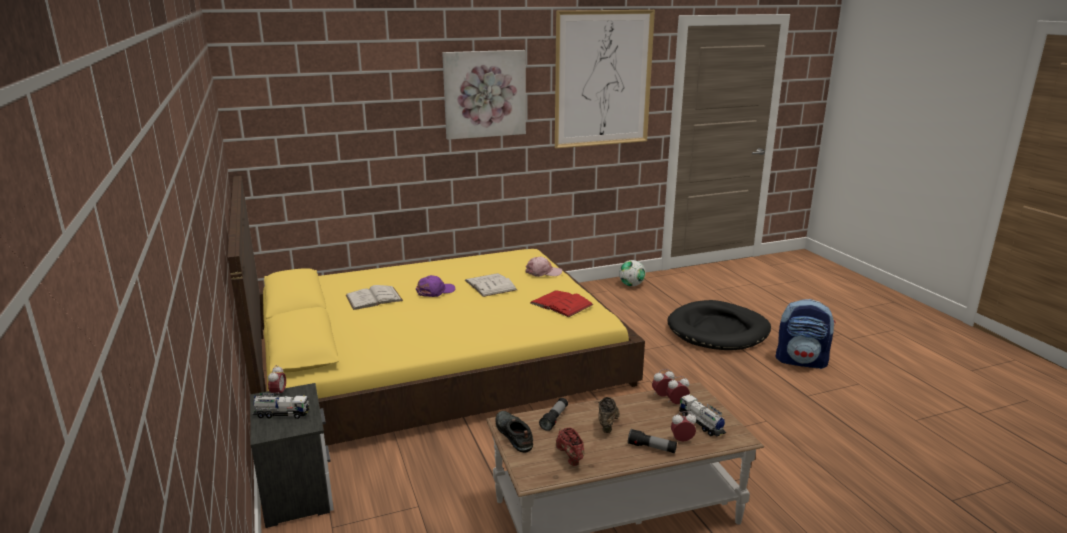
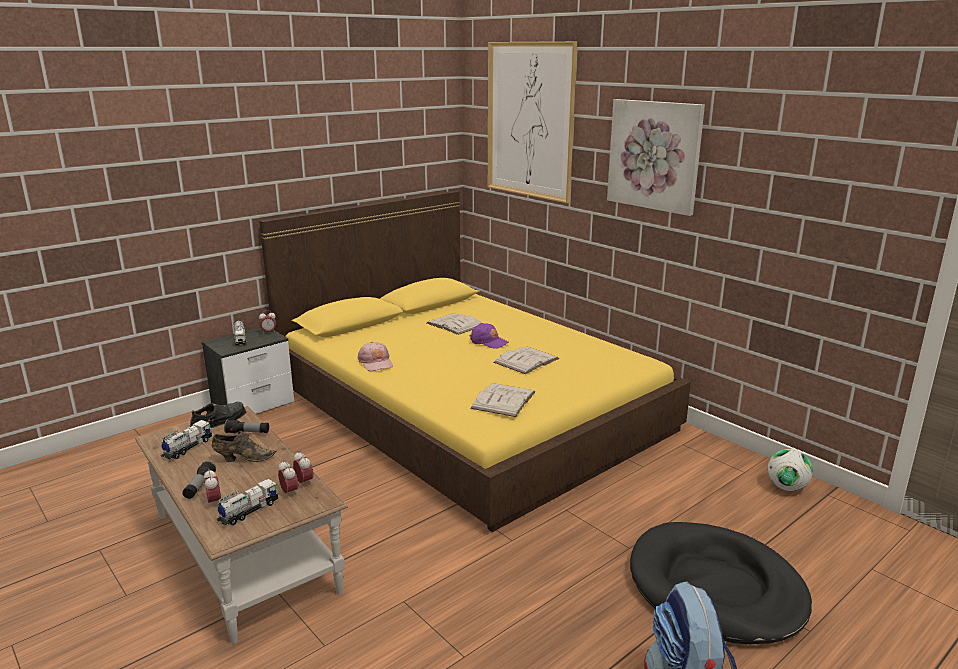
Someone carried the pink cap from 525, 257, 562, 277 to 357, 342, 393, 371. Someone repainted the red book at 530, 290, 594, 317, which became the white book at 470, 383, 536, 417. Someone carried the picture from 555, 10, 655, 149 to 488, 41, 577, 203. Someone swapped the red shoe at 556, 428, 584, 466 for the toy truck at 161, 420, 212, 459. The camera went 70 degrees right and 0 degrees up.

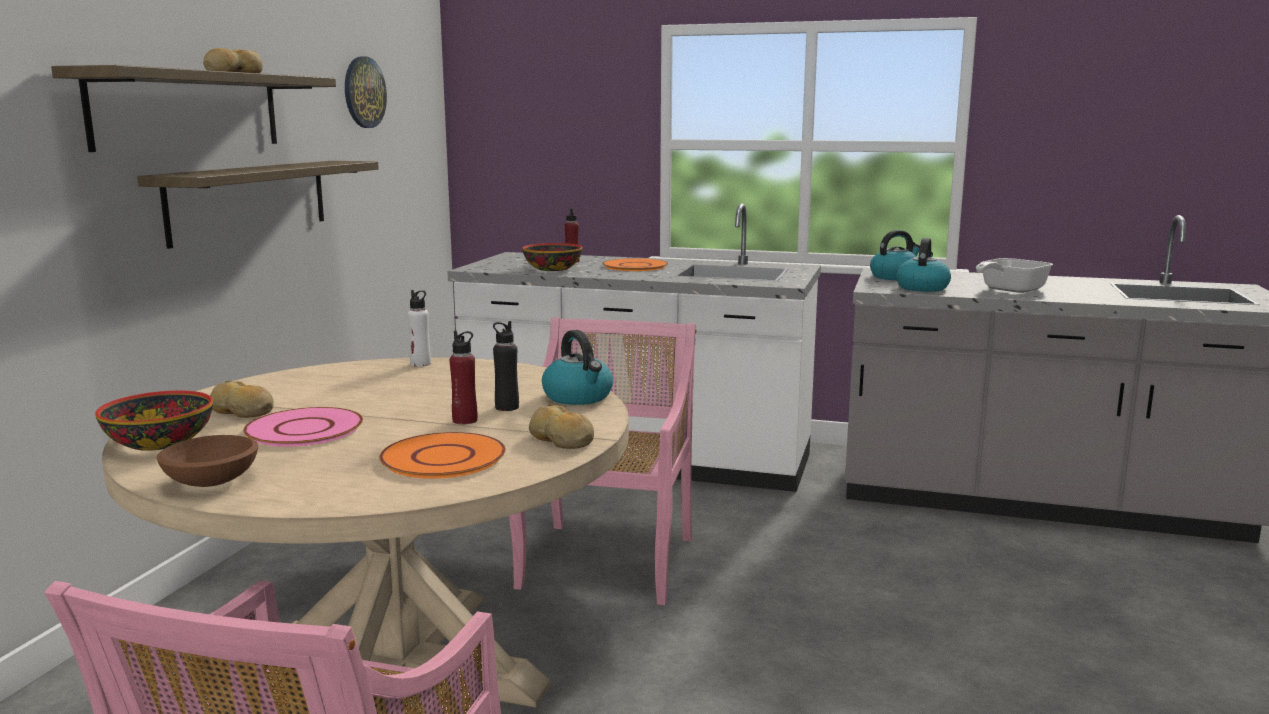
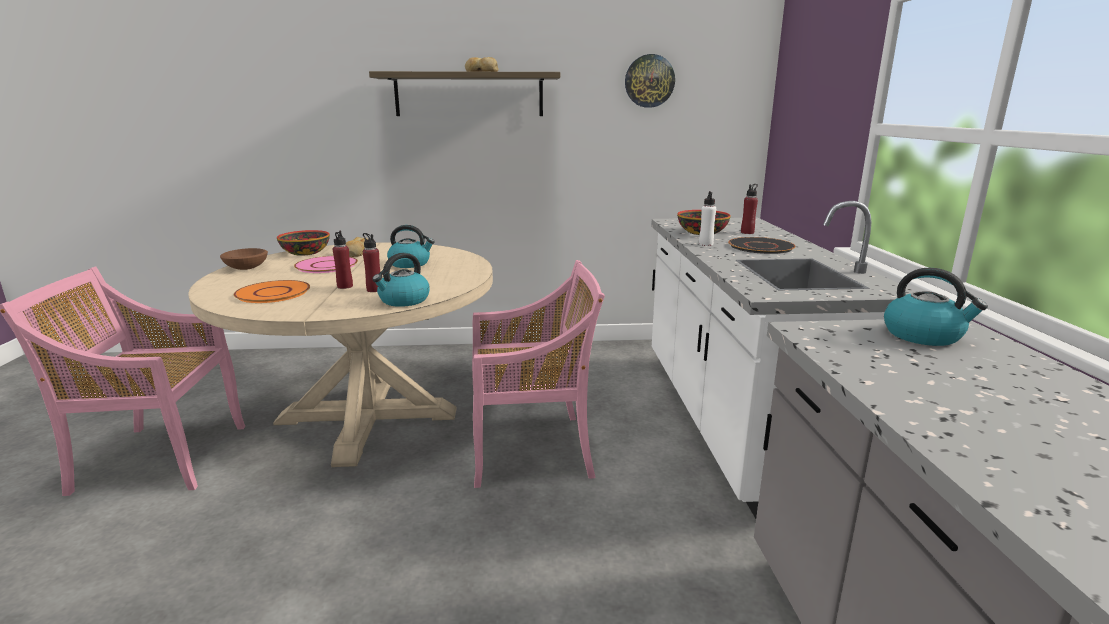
Someone took away the shelf at 137, 161, 379, 249. Someone carried the white bottle from 408, 290, 431, 367 to 699, 191, 716, 246. Someone repainted the black bottle at 493, 321, 519, 411, which became the red bottle at 363, 233, 380, 292. Someone took away the bread at 529, 404, 594, 449. Someone repainted the orange plate at 602, 258, 668, 271, which became the black plate at 728, 237, 796, 254. Someone carried the kettle from 896, 238, 951, 292 to 387, 225, 435, 268. Someone took away the frying pan at 976, 258, 1053, 293. The camera went 70 degrees right and 5 degrees up.

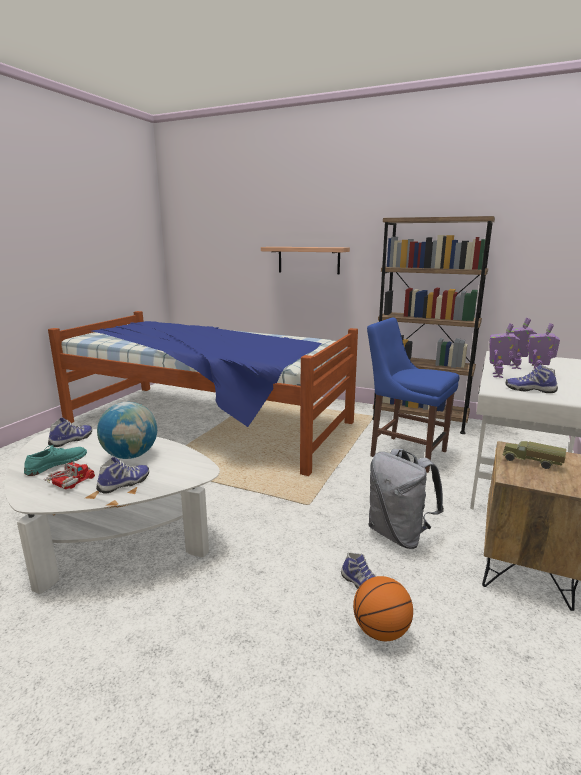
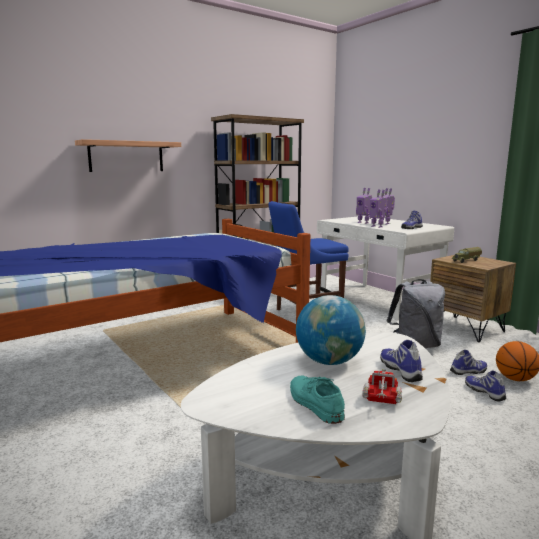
Someone rotated the toy truck at 43, 461, 95, 489 by 45 degrees clockwise. Someone carried the shoe from 48, 418, 92, 447 to 465, 370, 506, 401. The camera went 60 degrees left and 5 degrees down.

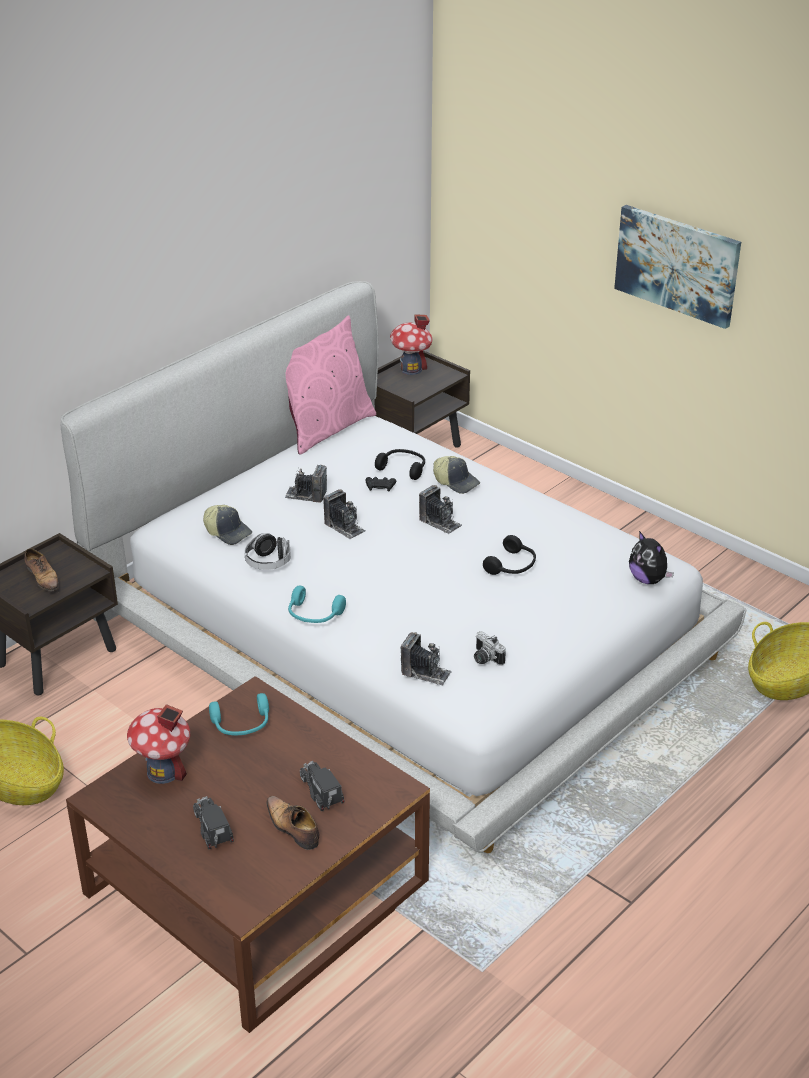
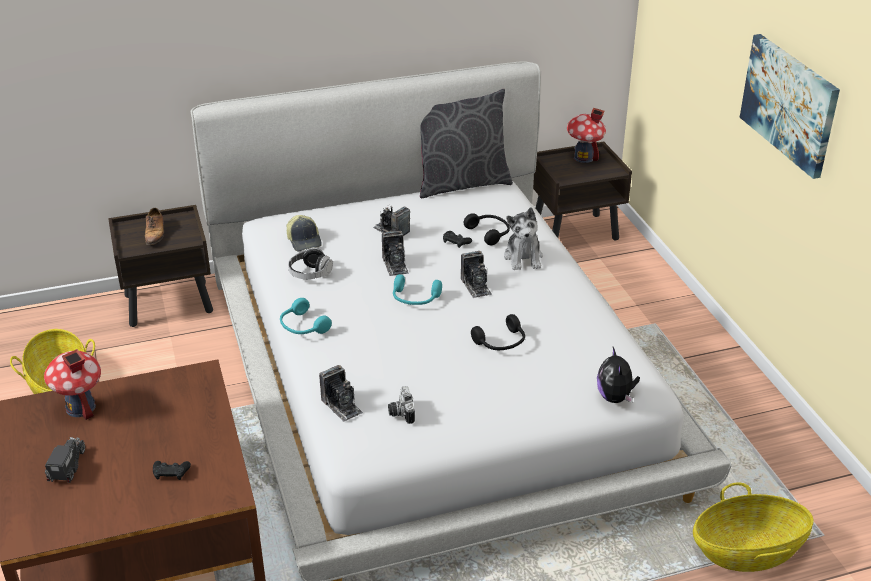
Someone carried the turquoise headphones from 209, 693, 269, 735 to 393, 274, 442, 305. Someone took away the shoe at 266, 796, 319, 850. Someone repainted the pink pillow at 286, 315, 376, 454, which became the grey pillow at 420, 89, 513, 198. Someone swapped the toy truck at 299, 761, 344, 811 for the black game controller at 153, 461, 191, 480. Someone swapped the cap at 433, 456, 480, 494 for the plush toy at 504, 207, 543, 270. The camera went 30 degrees right and 0 degrees up.

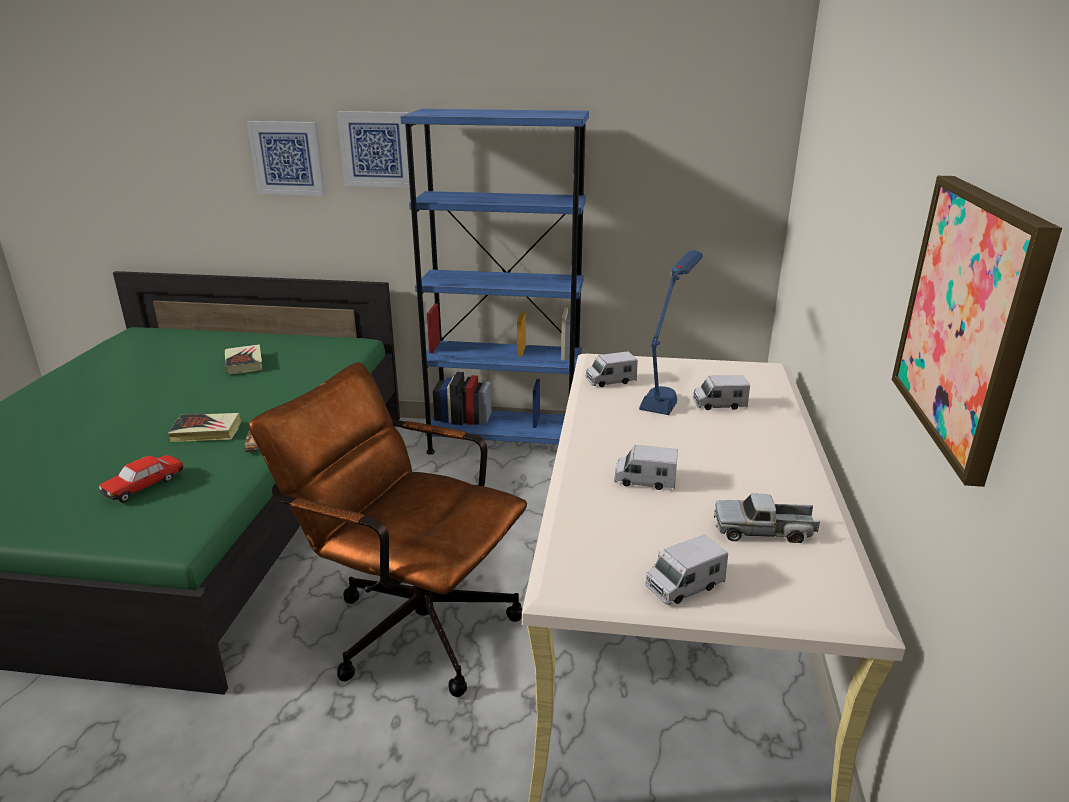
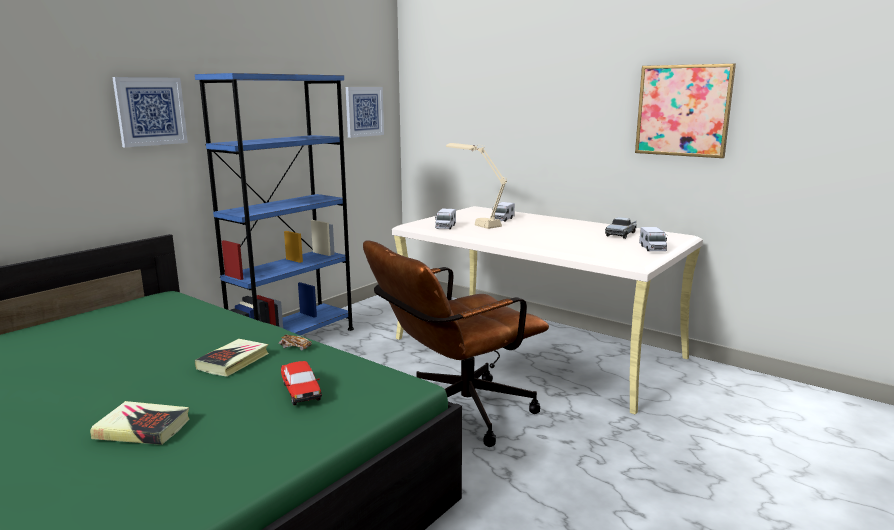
Someone carried the book from 225, 344, 262, 375 to 90, 401, 190, 445. Someone carried the picture from 247, 121, 325, 196 to 346, 87, 384, 138. Someone took away the toy truck at 614, 445, 678, 490. Someone repainted the blue table lamp at 639, 250, 703, 415, which became the beige table lamp at 446, 143, 507, 229. The camera went 60 degrees left and 10 degrees down.

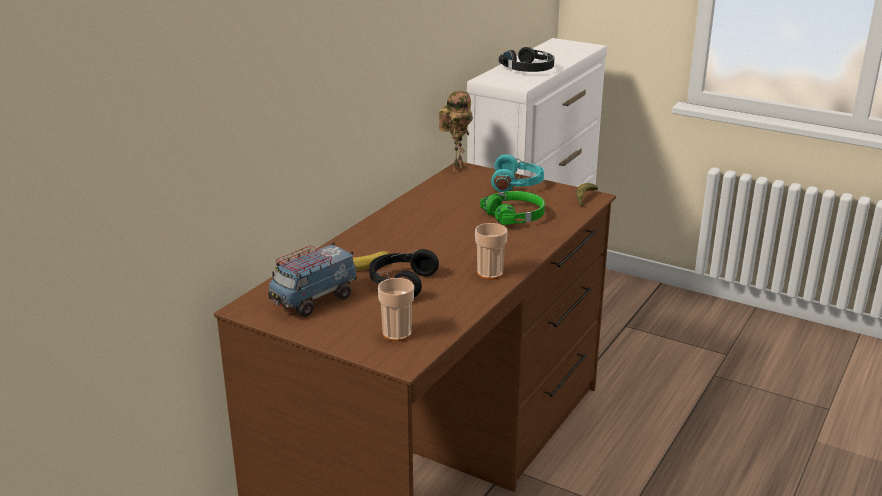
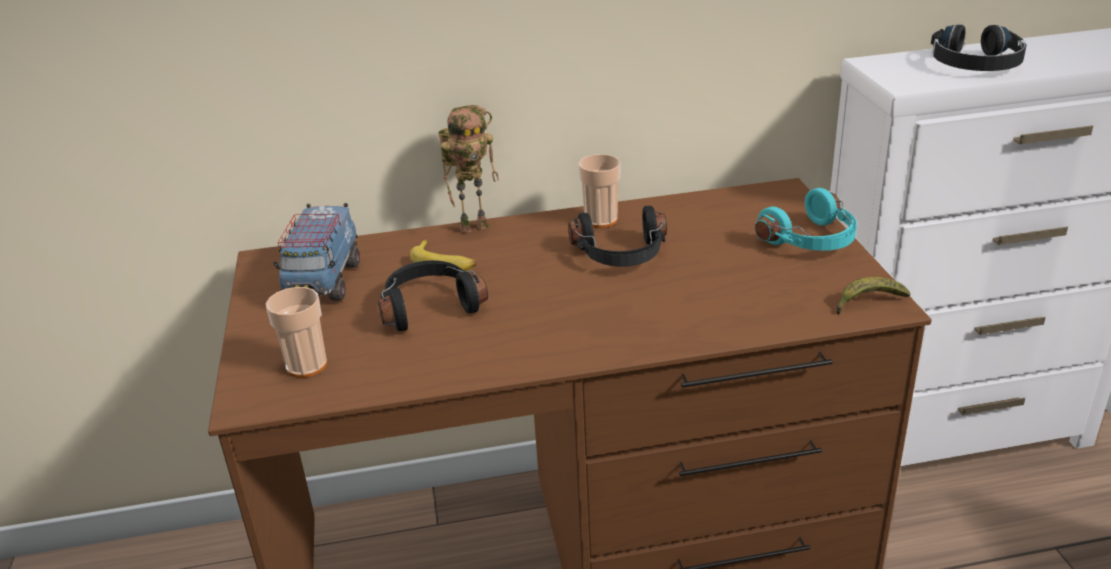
Someone rotated the toy truck at 268, 242, 357, 317 by 90 degrees counterclockwise. Someone carried the toy robot from 439, 91, 473, 172 to 439, 105, 499, 234. Someone carried the cup from 475, 223, 508, 280 to 578, 154, 621, 228. Someone took away the green headphones at 480, 191, 545, 225. Someone put down the black headphones at 568, 206, 667, 267. The camera went 50 degrees right and 5 degrees up.

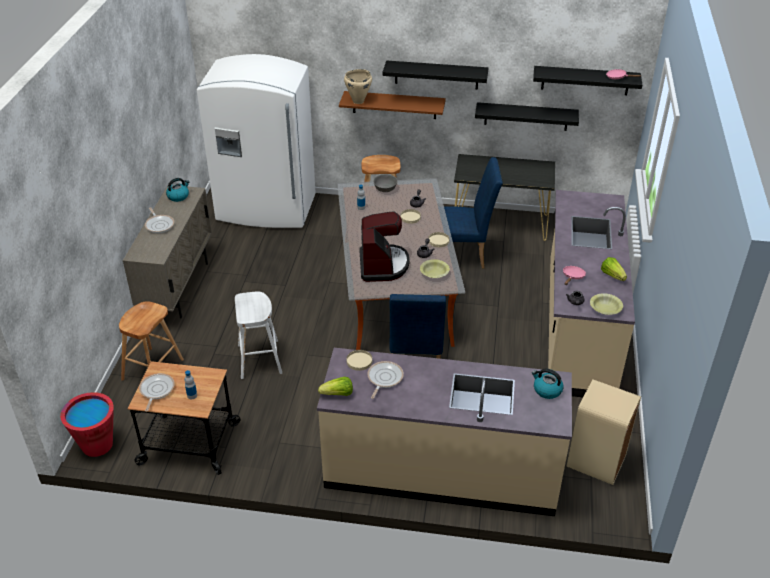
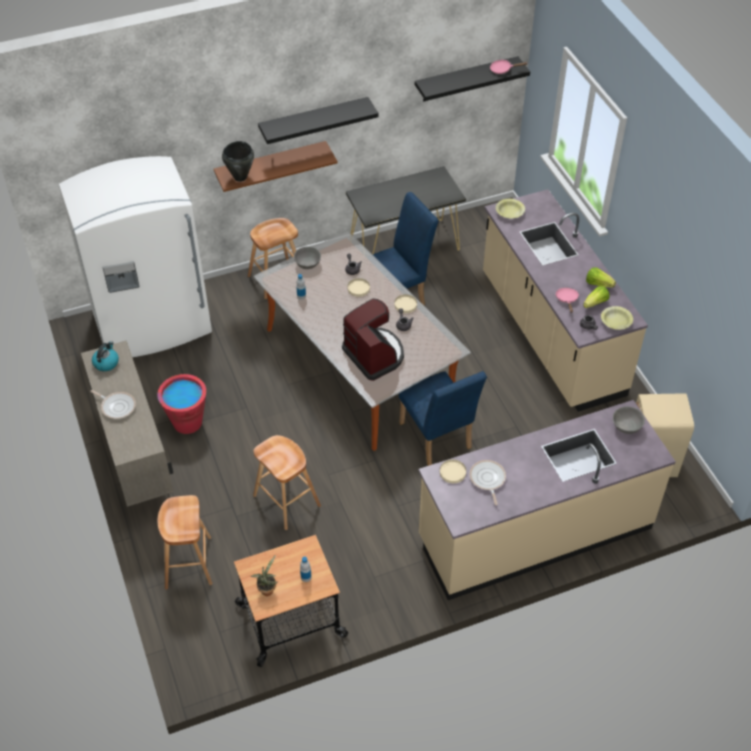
Someone carried the red bucket from 60, 392, 114, 457 to 157, 374, 206, 434. Someone swapped the frying pan at 139, 373, 175, 412 for the potted plant at 250, 555, 278, 596. Someone repainted the white stool at 235, 292, 282, 379, which became the brown stool at 253, 435, 321, 530. Someone carried the lettuce from 318, 377, 353, 396 to 583, 286, 610, 308. Someone repainted the beige cooking pot at 344, 69, 372, 104, which became the black cooking pot at 222, 141, 254, 182. Someone carried the yellow bowl from 420, 259, 450, 278 to 496, 199, 525, 218. Someone took away the black shelf at 475, 102, 579, 131. Someone swapped the kettle at 532, 368, 563, 399 for the grey bowl at 613, 406, 645, 434. The camera went 30 degrees left and 10 degrees up.

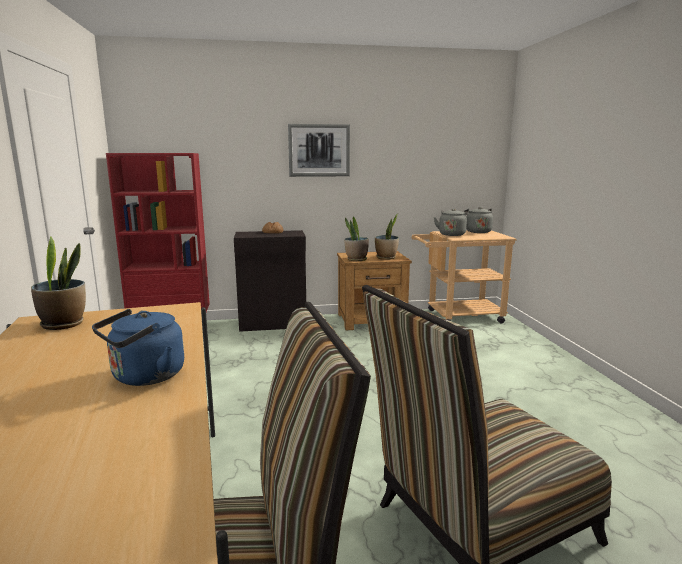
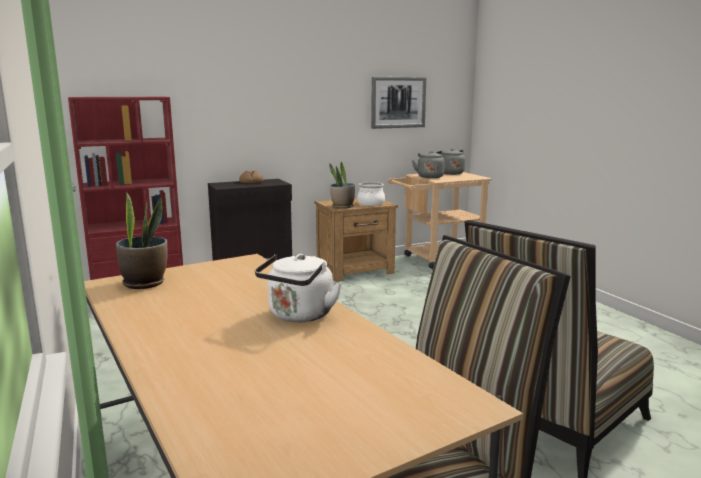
Someone repainted the blue kettle at 92, 309, 184, 386, which became the white kettle at 255, 254, 342, 322. Someone carried the picture from 288, 124, 350, 177 to 371, 77, 426, 129. Someone swapped the potted plant at 375, 214, 399, 260 for the cooking pot at 357, 182, 385, 206. The camera went 15 degrees left and 0 degrees up.

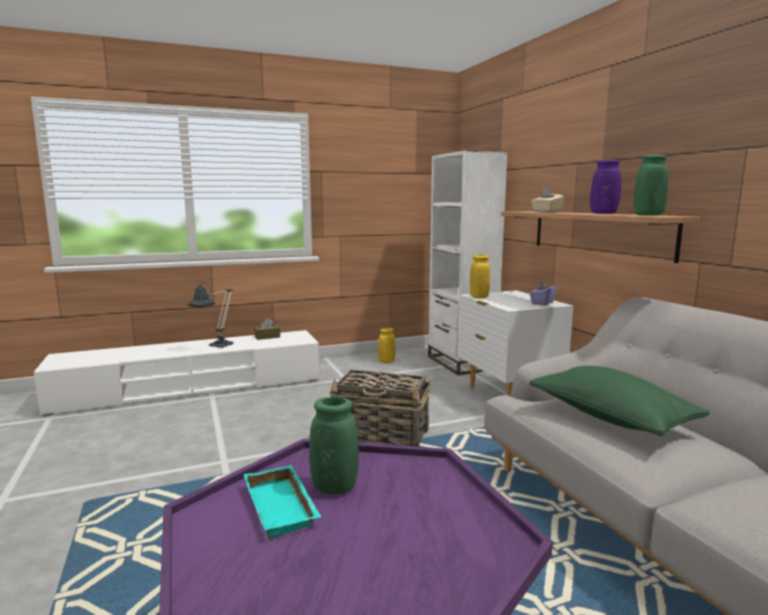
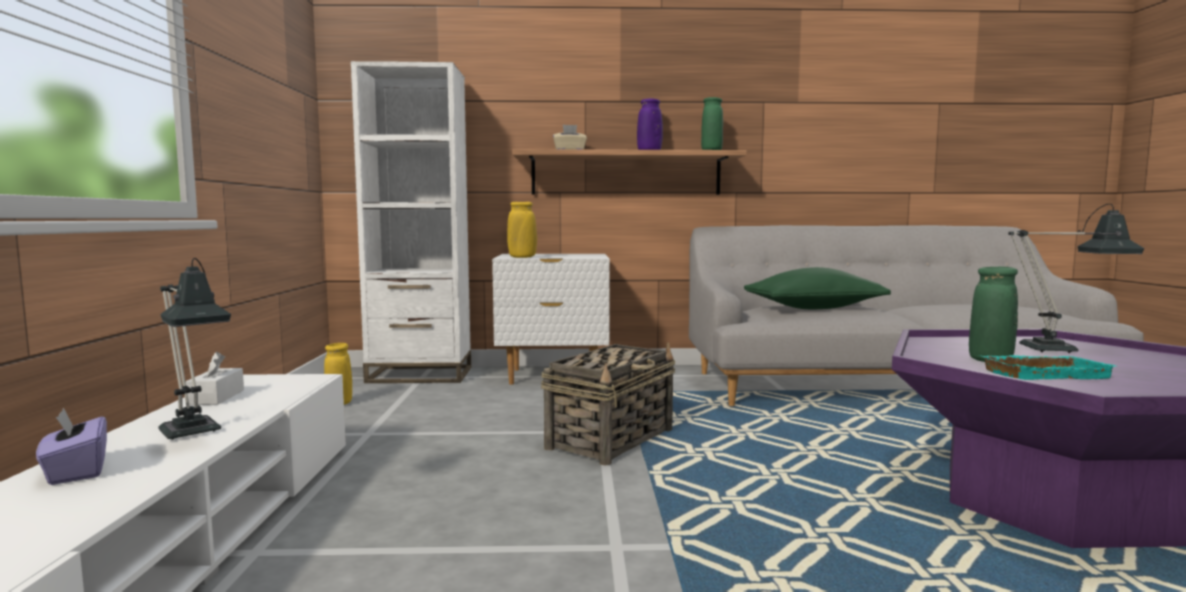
Someone repainted the brown tissue box at 254, 318, 280, 340, which became the white tissue box at 186, 352, 244, 405. Someone carried the purple tissue box from 530, 280, 557, 305 to 36, 408, 107, 485. Someone put down the table lamp at 1008, 204, 1144, 353. The camera went 70 degrees left and 5 degrees down.

